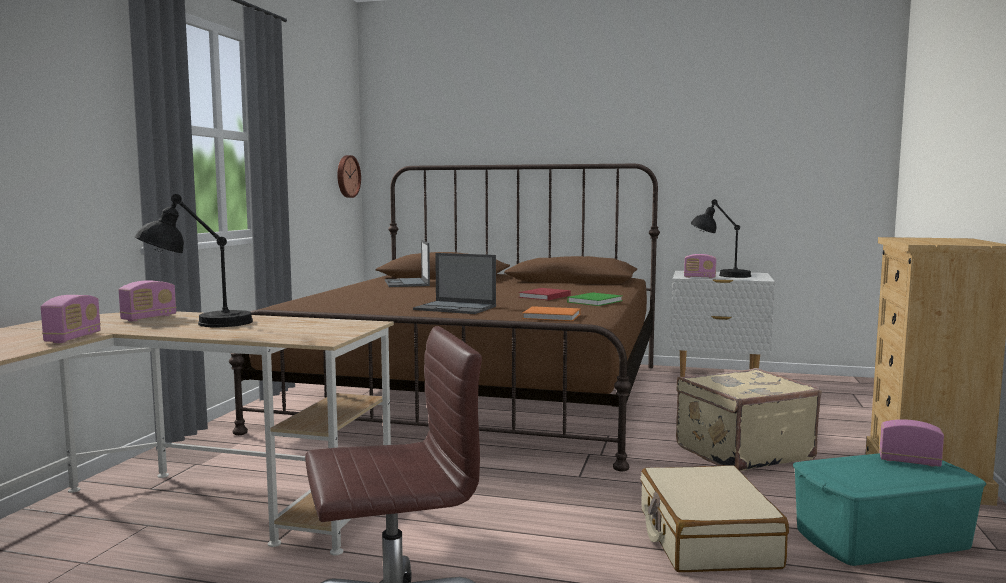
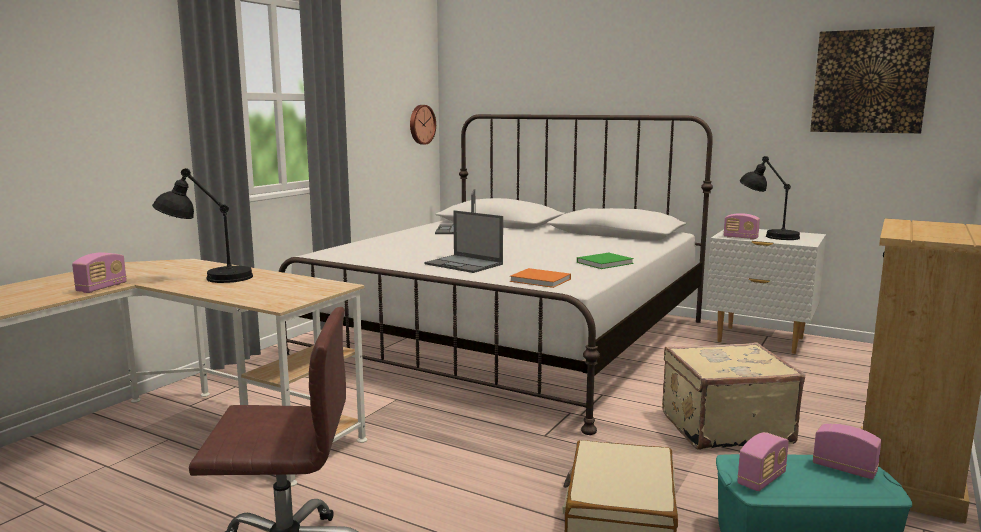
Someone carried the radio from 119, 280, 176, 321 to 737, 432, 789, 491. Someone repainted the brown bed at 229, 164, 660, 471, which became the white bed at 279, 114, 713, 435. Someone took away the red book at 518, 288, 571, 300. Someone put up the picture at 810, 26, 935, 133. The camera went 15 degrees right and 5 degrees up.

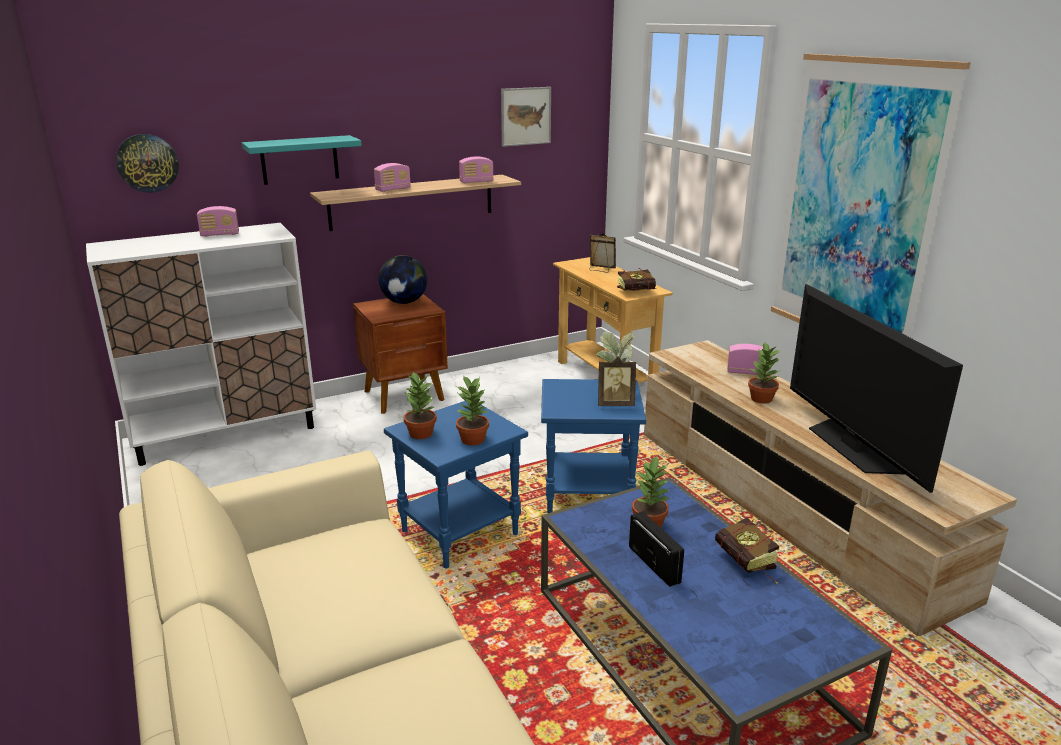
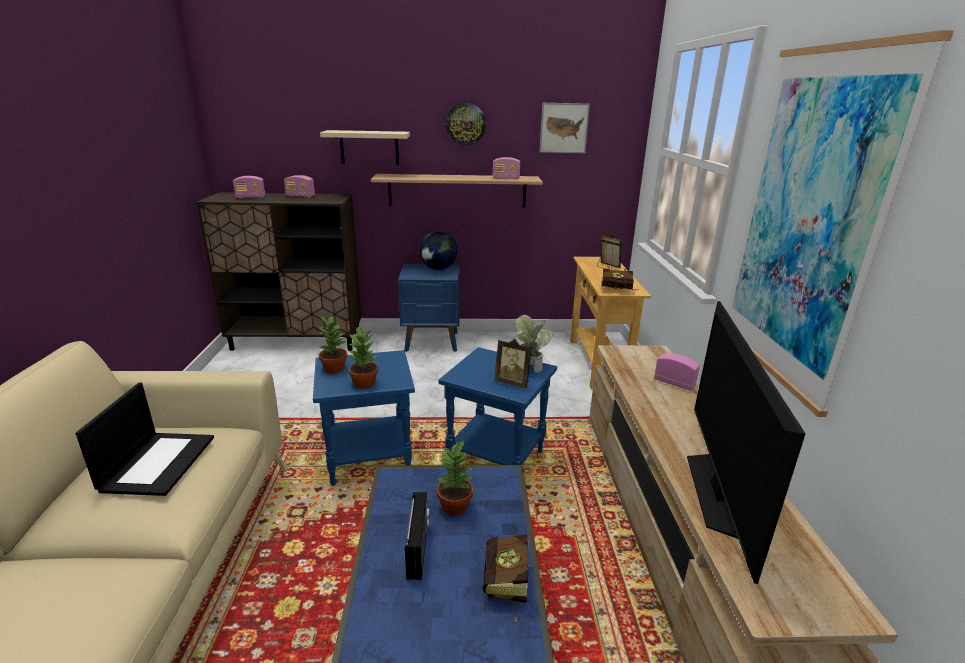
Someone repainted the white cabinet at 86, 223, 316, 466, which became the brown cabinet at 196, 192, 361, 351. Someone carried the wall clock from 116, 134, 179, 193 to 445, 102, 486, 146. Someone repainted the turquoise shelf at 242, 135, 362, 185, which became the beige shelf at 320, 130, 410, 165. Someone repainted the brown nightstand at 353, 294, 448, 414, which became the blue nightstand at 398, 264, 460, 352. Someone carried the radio from 374, 163, 411, 192 to 233, 176, 265, 198. Someone took away the potted plant at 748, 342, 782, 404. Someone put down the laptop at 76, 382, 214, 496. The camera went 25 degrees right and 0 degrees up.

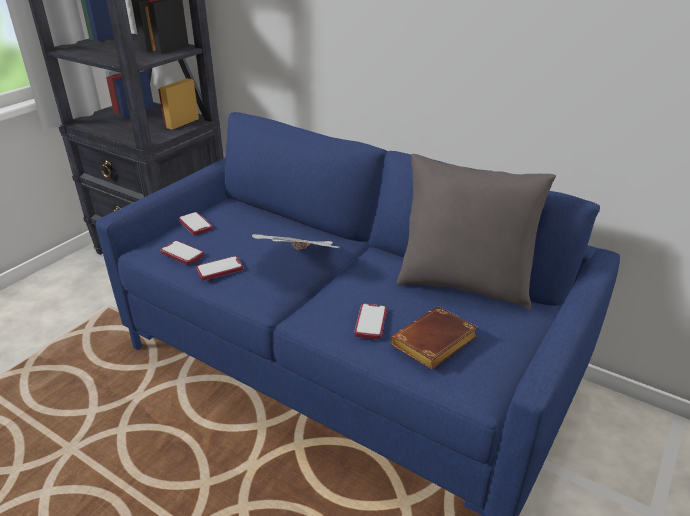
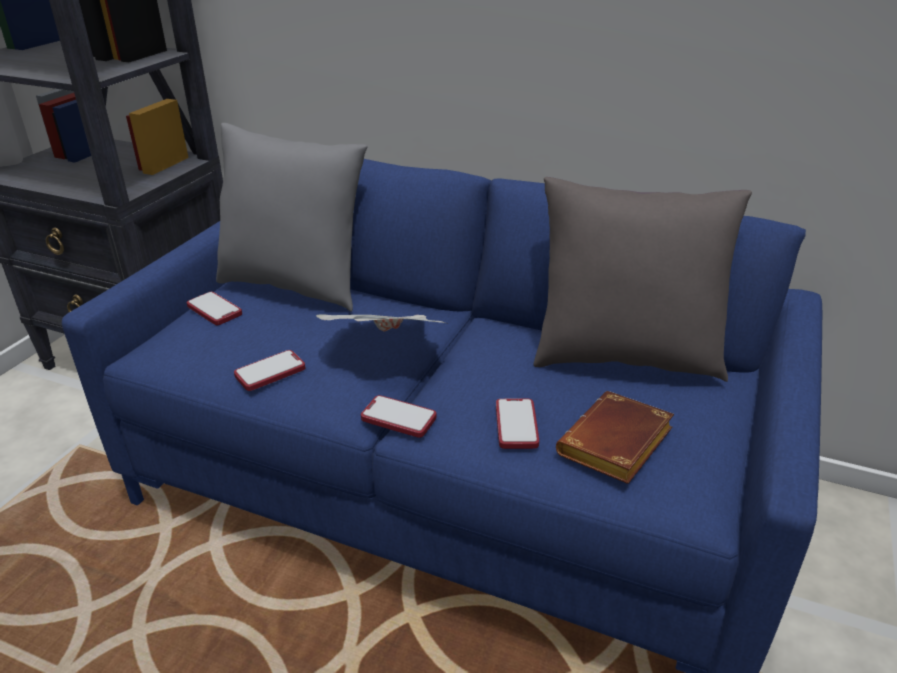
Someone carried the phone from 161, 241, 204, 265 to 361, 395, 437, 438. Someone put down the grey pillow at 216, 123, 368, 312. The camera went 10 degrees left and 0 degrees up.

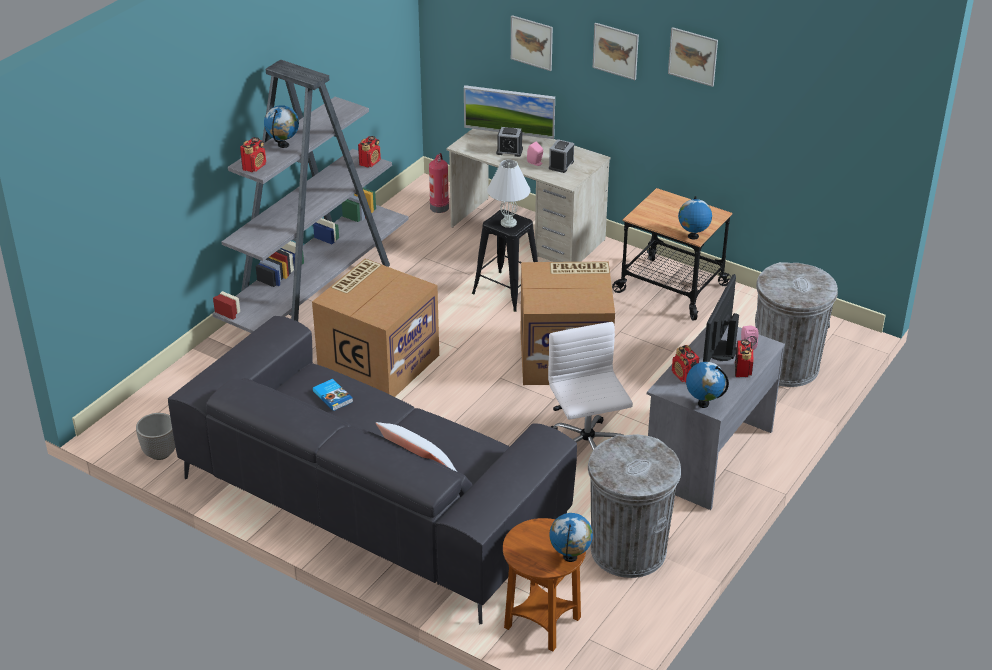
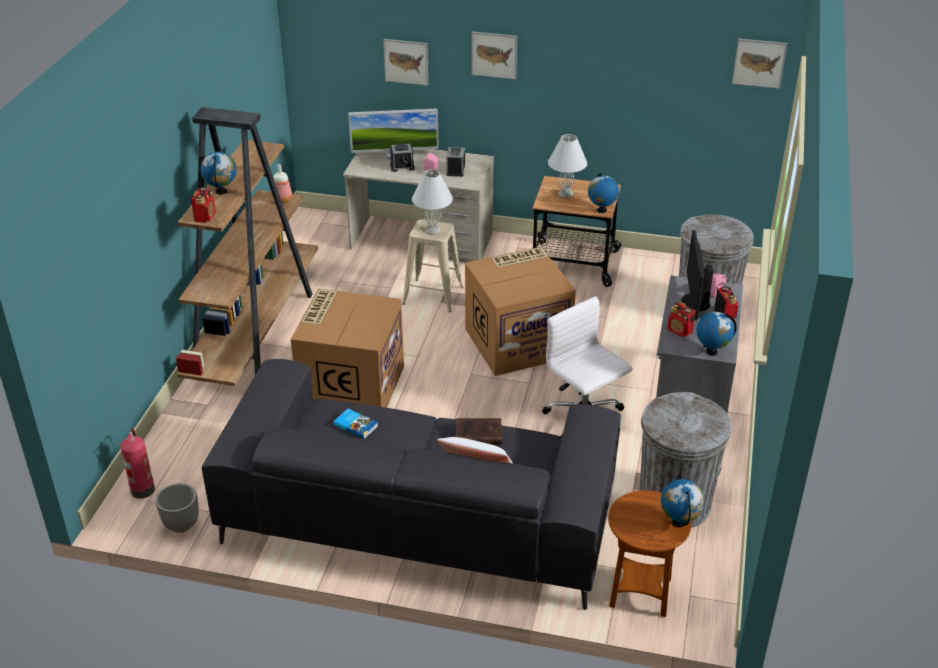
Someone repainted the grey bookcase at 212, 59, 409, 333, which became the brown bookcase at 176, 107, 318, 386. Someone swapped the radio at 358, 136, 381, 168 for the bottle at 273, 164, 292, 203. Someone carried the fire extinguisher from 429, 153, 449, 213 to 120, 428, 155, 499. Someone repainted the black stool at 472, 209, 538, 312, which became the beige stool at 402, 219, 463, 312. Someone carried the picture from 668, 27, 718, 87 to 732, 39, 788, 89. Someone put down the brown book at 456, 418, 502, 445. Someone put down the white table lamp at 548, 134, 587, 198. The camera went 20 degrees left and 0 degrees up.

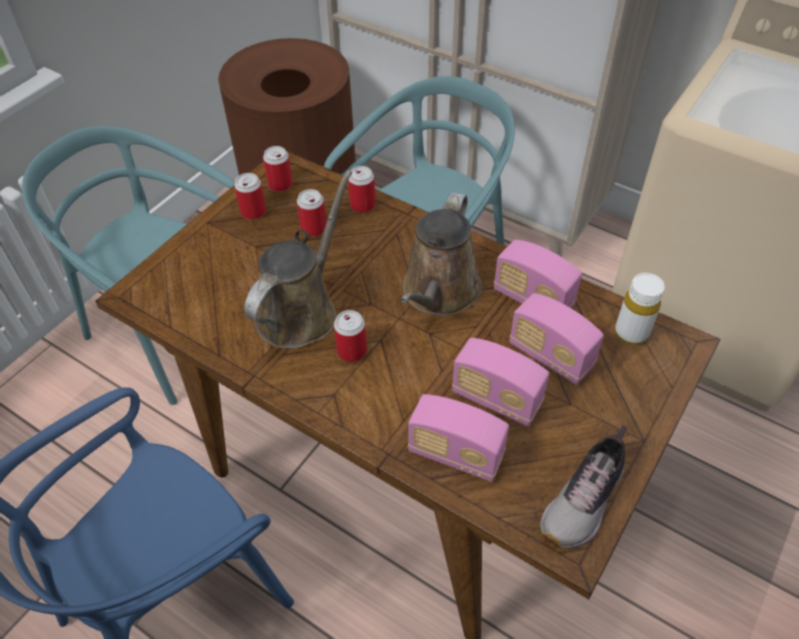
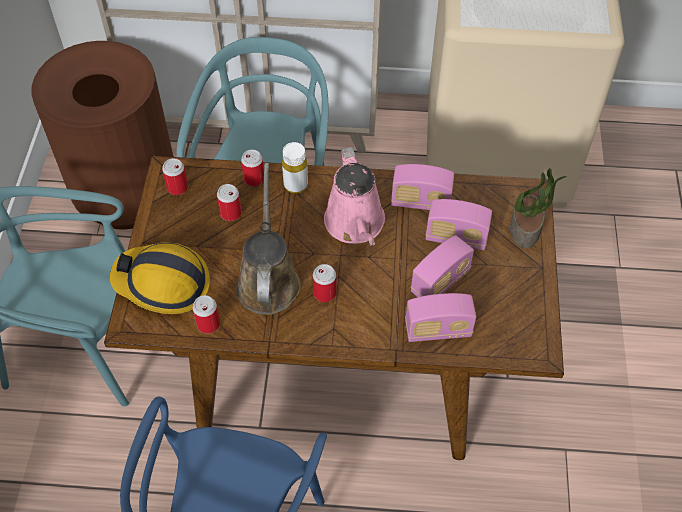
Someone carried the can from 234, 173, 266, 220 to 192, 295, 220, 334. Someone repainted the brown watering can at 400, 192, 482, 316, which became the pink watering can at 324, 147, 385, 246. Someone rotated the radio at 452, 338, 549, 427 by 45 degrees counterclockwise. Someone took away the shoe at 540, 425, 627, 549. Someone carried the white bottle from 615, 273, 665, 345 to 282, 142, 308, 193. Someone put down the hard hat at 110, 242, 210, 314. Someone put down the potted plant at 510, 168, 567, 248. The camera went 30 degrees left and 5 degrees up.

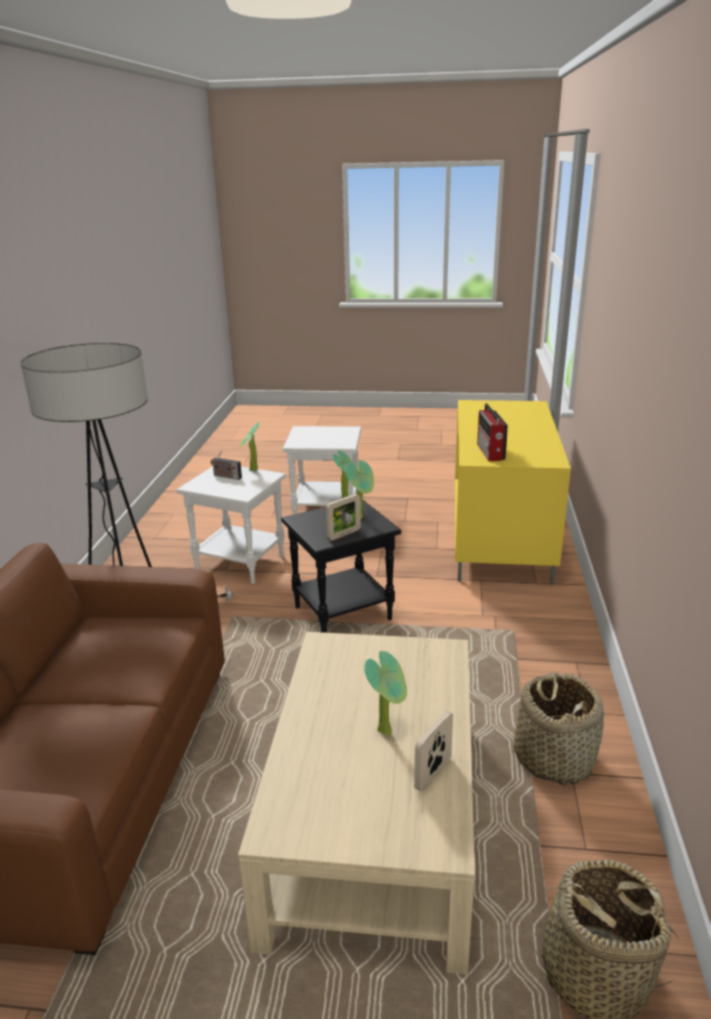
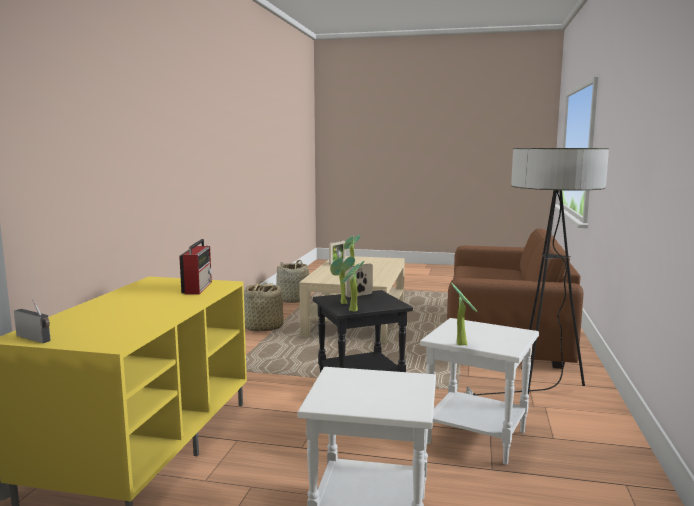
Someone carried the radio from 211, 450, 242, 480 to 14, 299, 51, 343. The camera went 175 degrees left and 15 degrees down.

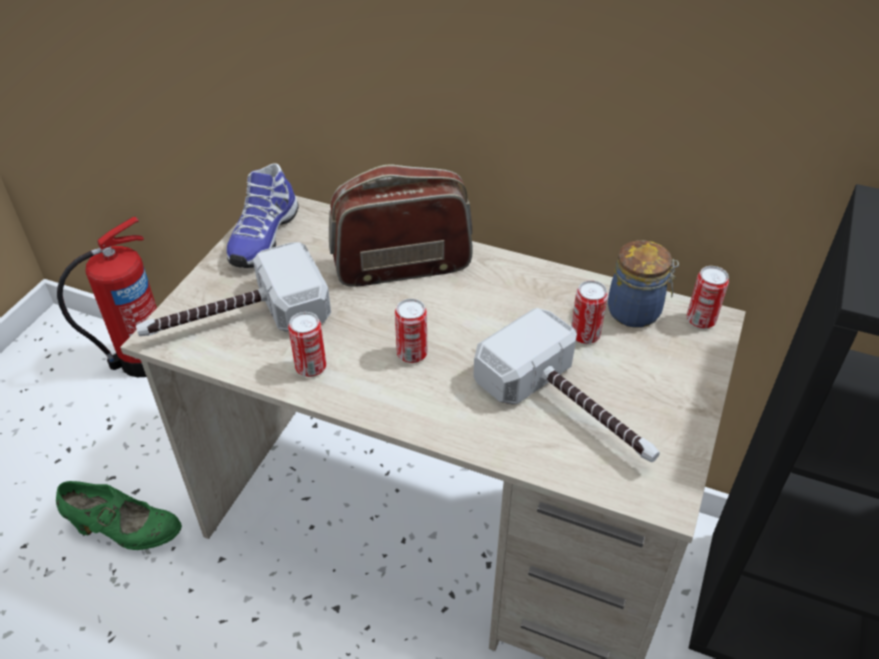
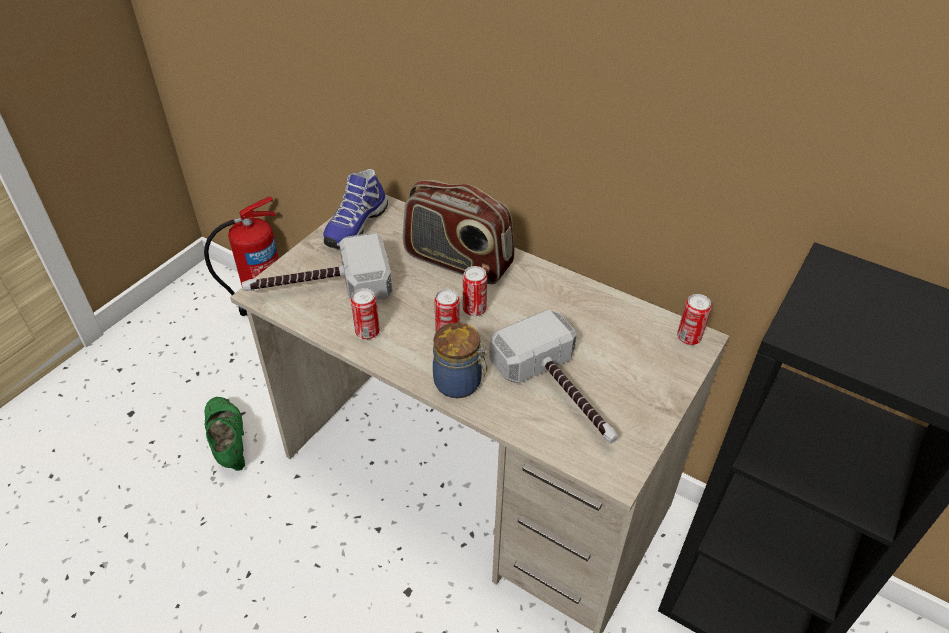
Someone rotated the green shoe at 56, 481, 182, 550 by 135 degrees counterclockwise. Someone rotated the radio at 329, 164, 473, 287 by 150 degrees counterclockwise. Someone carried the can from 571, 280, 608, 344 to 463, 266, 487, 316. Someone carried the jar from 608, 240, 679, 328 to 433, 323, 487, 398. The camera went 10 degrees right and 0 degrees up.

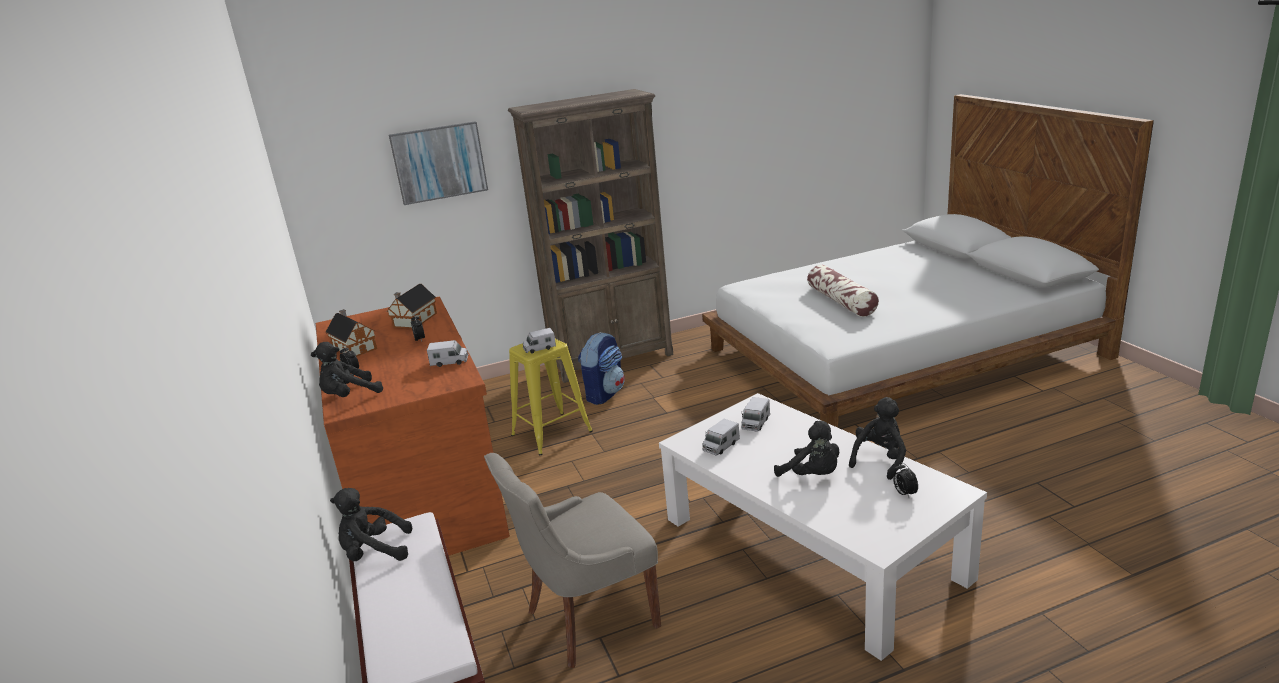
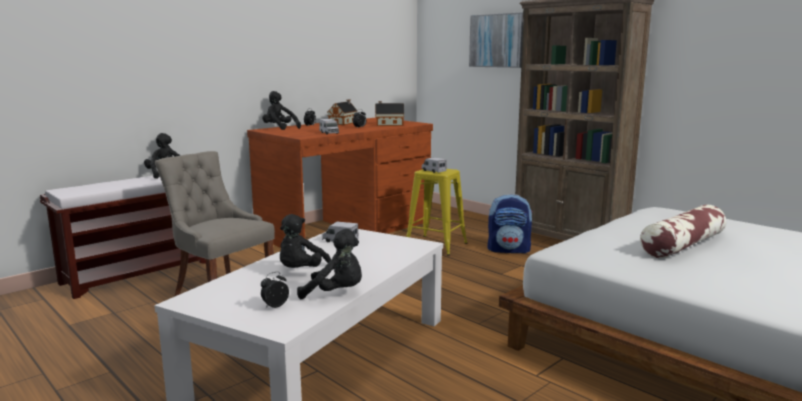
Someone took away the toy truck at 741, 397, 770, 432. The camera went 65 degrees right and 10 degrees down.

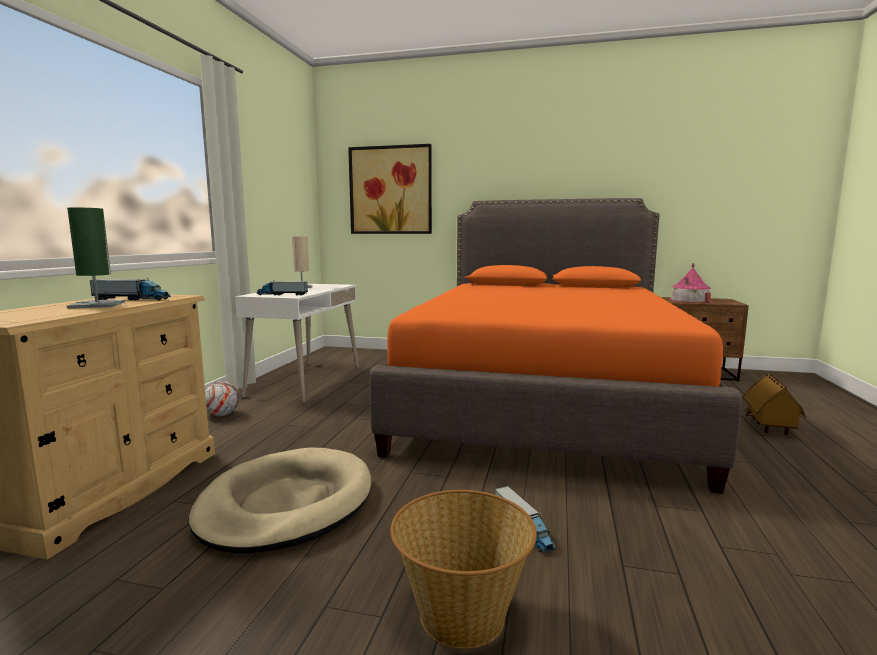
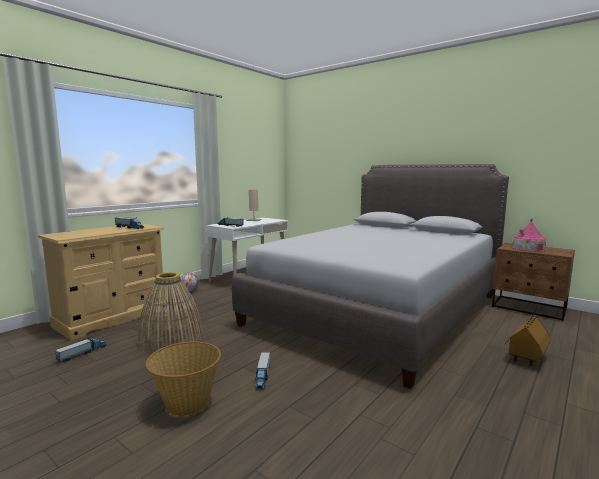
Someone took away the green table lamp at 67, 207, 125, 309. Someone swapped the beige dog bed at 189, 448, 371, 553 for the basket at 138, 272, 204, 353. Someone took away the picture at 348, 144, 432, 234. Someone repainted the orange bed at 370, 198, 742, 494, which became the grey bed at 232, 164, 509, 389. Someone put down the toy truck at 55, 339, 107, 363. The camera went 25 degrees right and 0 degrees up.

